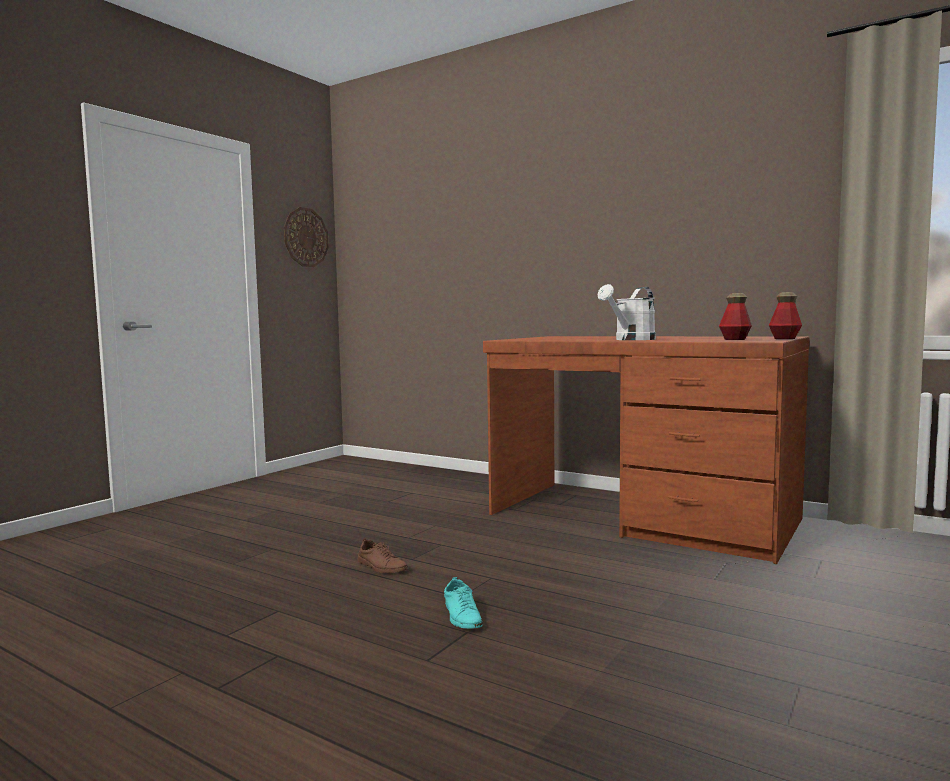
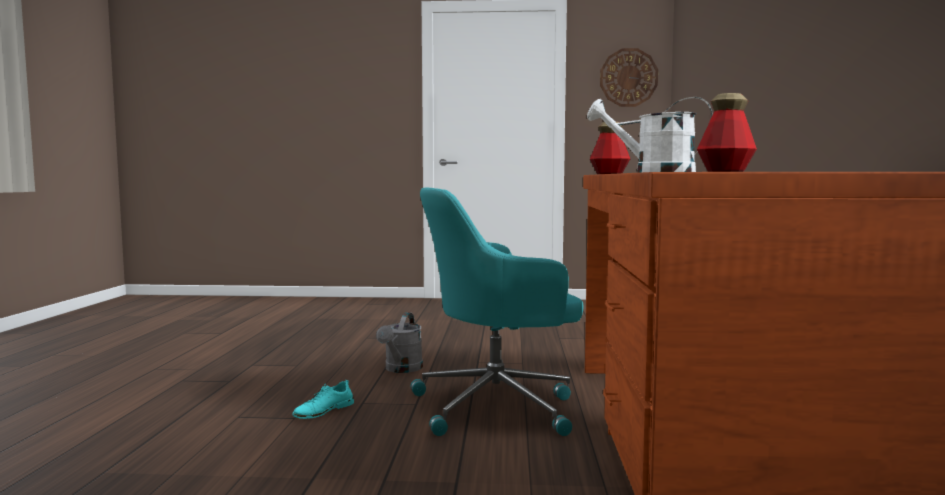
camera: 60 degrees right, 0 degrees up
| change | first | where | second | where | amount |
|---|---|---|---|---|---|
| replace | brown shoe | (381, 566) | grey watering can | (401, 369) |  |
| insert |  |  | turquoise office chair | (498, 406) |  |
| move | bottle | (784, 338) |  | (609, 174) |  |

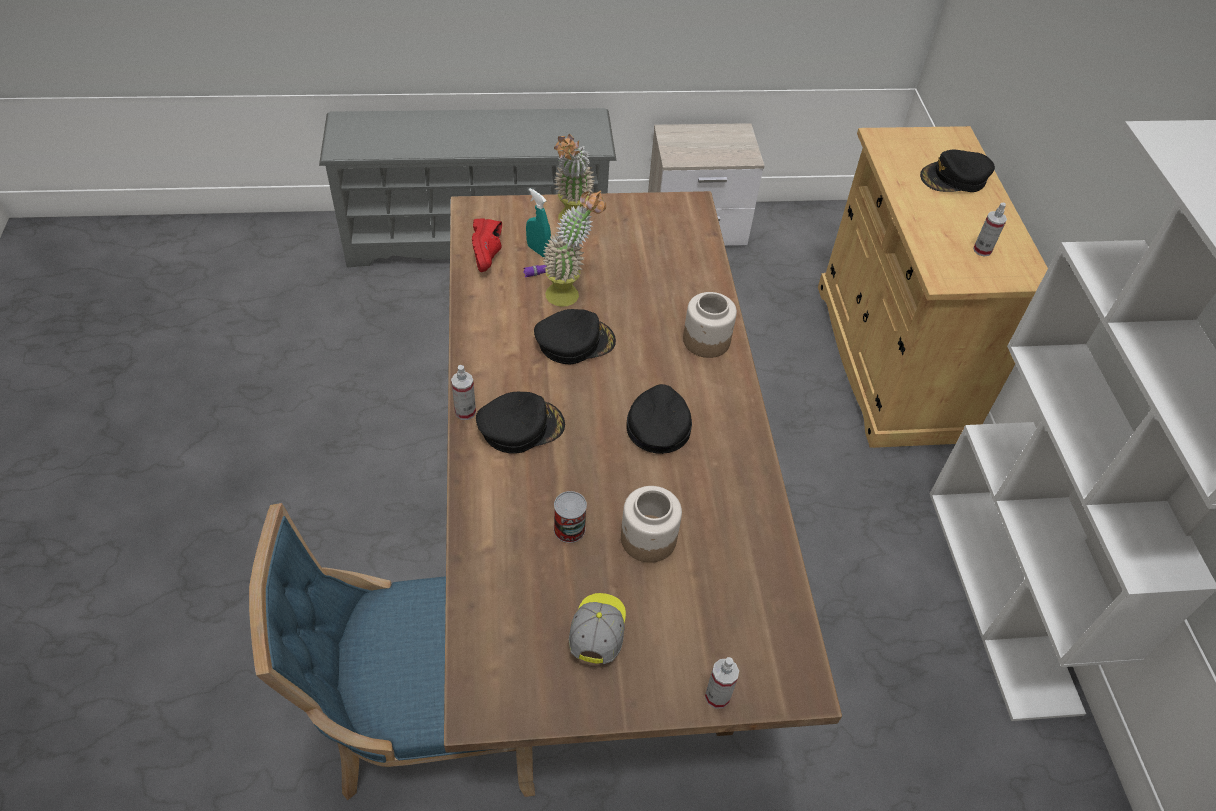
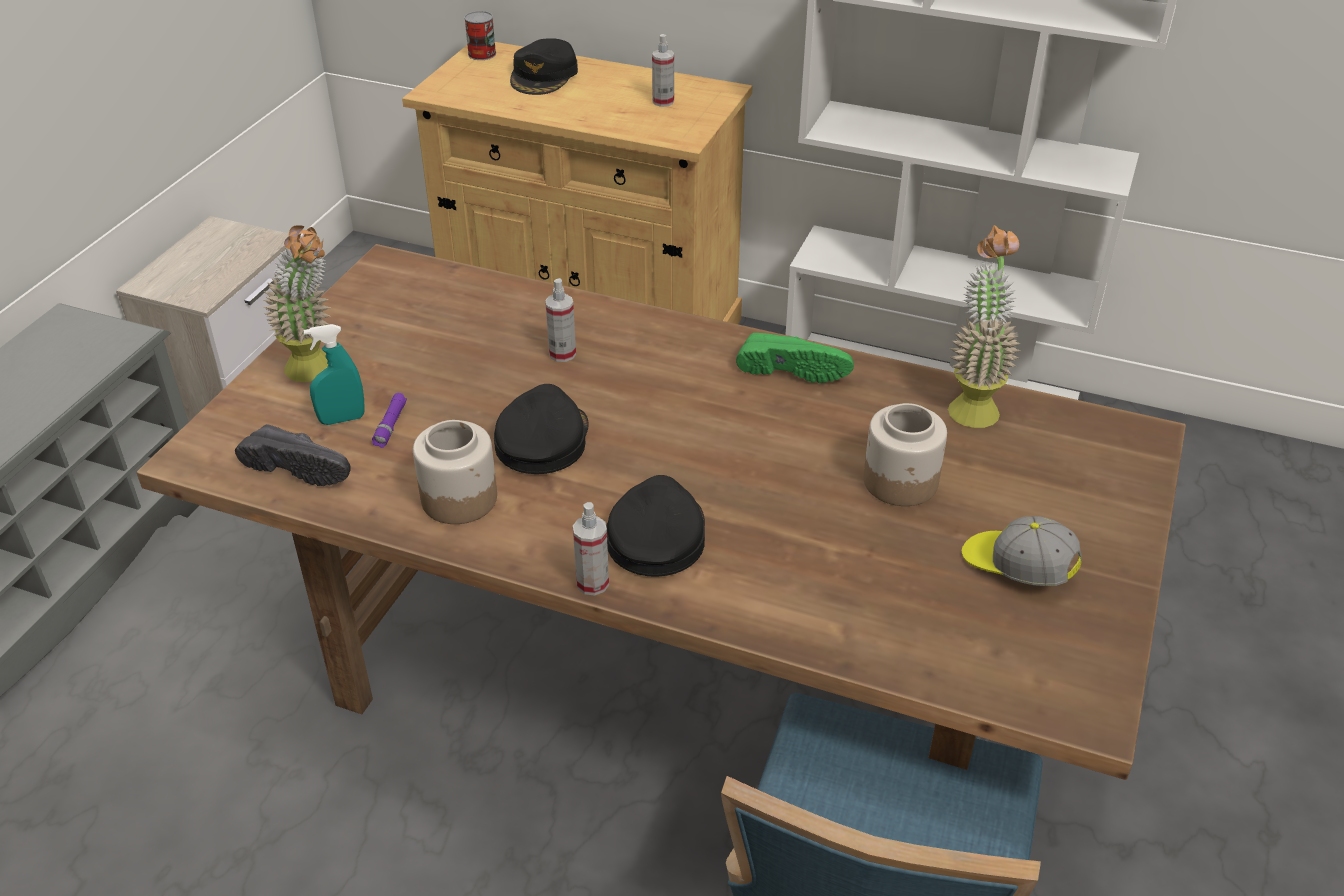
camera: 60 degrees left, 10 degrees down
| change | first | where | second | where | amount |
|---|---|---|---|---|---|
| recolor | red shoe | (490, 253) | black shoe | (302, 467) |  |
| move | jar | (707, 340) |  | (459, 498) |  |
| move | can | (569, 529) |  | (482, 54) |  |
| move | spray bottle | (717, 696) |  | (562, 354) |  |
| insert |  |  | green shoe | (793, 369) |  |
| move | potted plant | (570, 293) |  | (972, 403) |  |
| delete | black cap | (658, 423) |  |  |  |

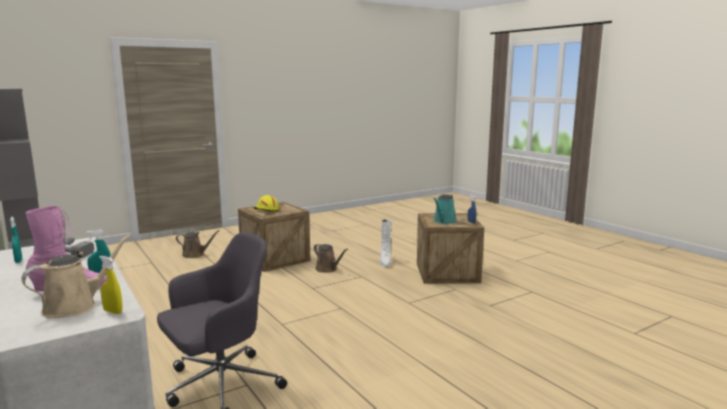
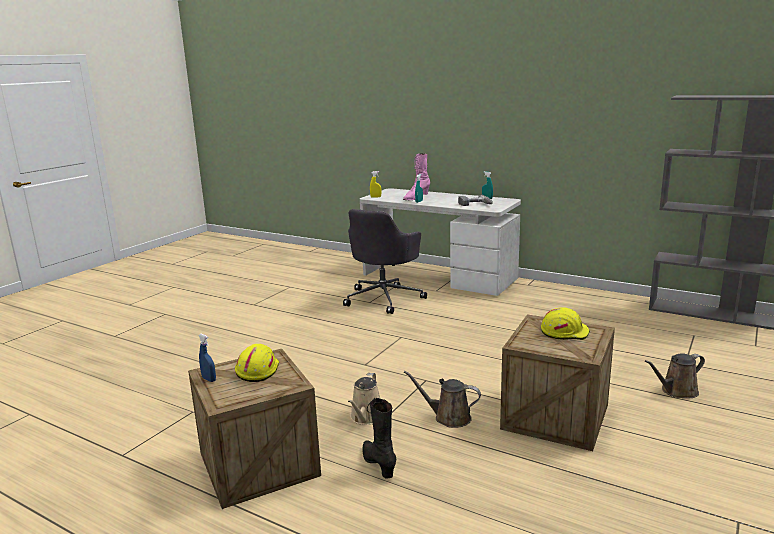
camera: 155 degrees right, 5 degrees up
| change | first | where | second | where | amount |
|---|---|---|---|---|---|
| replace | turquoise watering can | (444, 221) | yellow hard hat | (257, 371) |  |
| move | beige watering can | (75, 306) |  | (366, 417) |  |
| recolor | white boot | (385, 262) | black boot | (379, 464) |  |

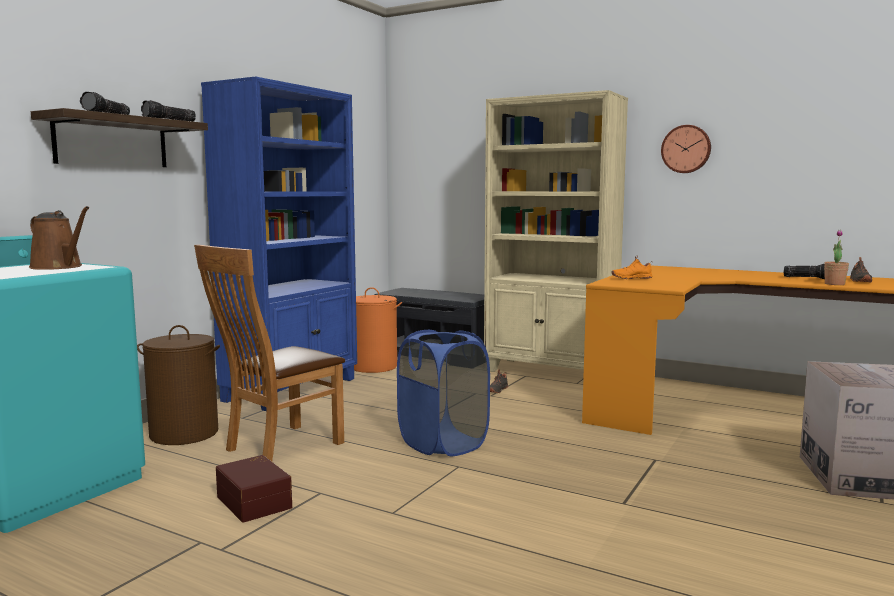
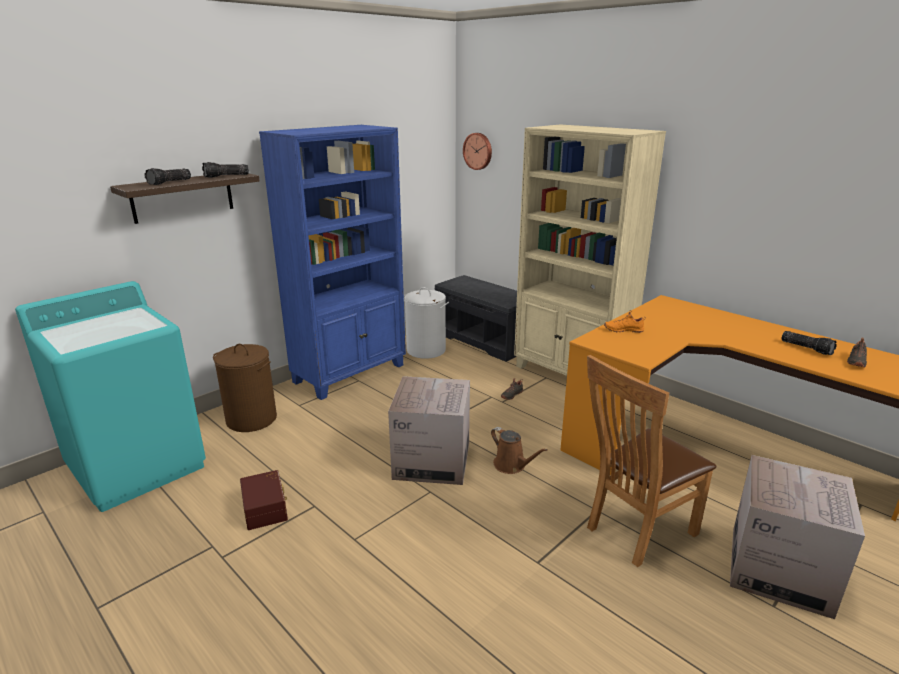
camera: 15 degrees right, 15 degrees up
| change | first | where | second | where | amount |
|---|---|---|---|---|---|
| replace | blue laundry basket | (443, 444) | cardboard box | (432, 461) |  |
| recolor | orange laundry basket | (374, 367) | white laundry basket | (426, 350) |  |
| move | wall clock | (686, 149) |  | (478, 151) |  |
| move | brown watering can | (59, 267) |  | (512, 465) |  |
| move | brown chair | (278, 447) |  | (635, 531) |  |
| delete | potted plant | (834, 284) |  |  |  |

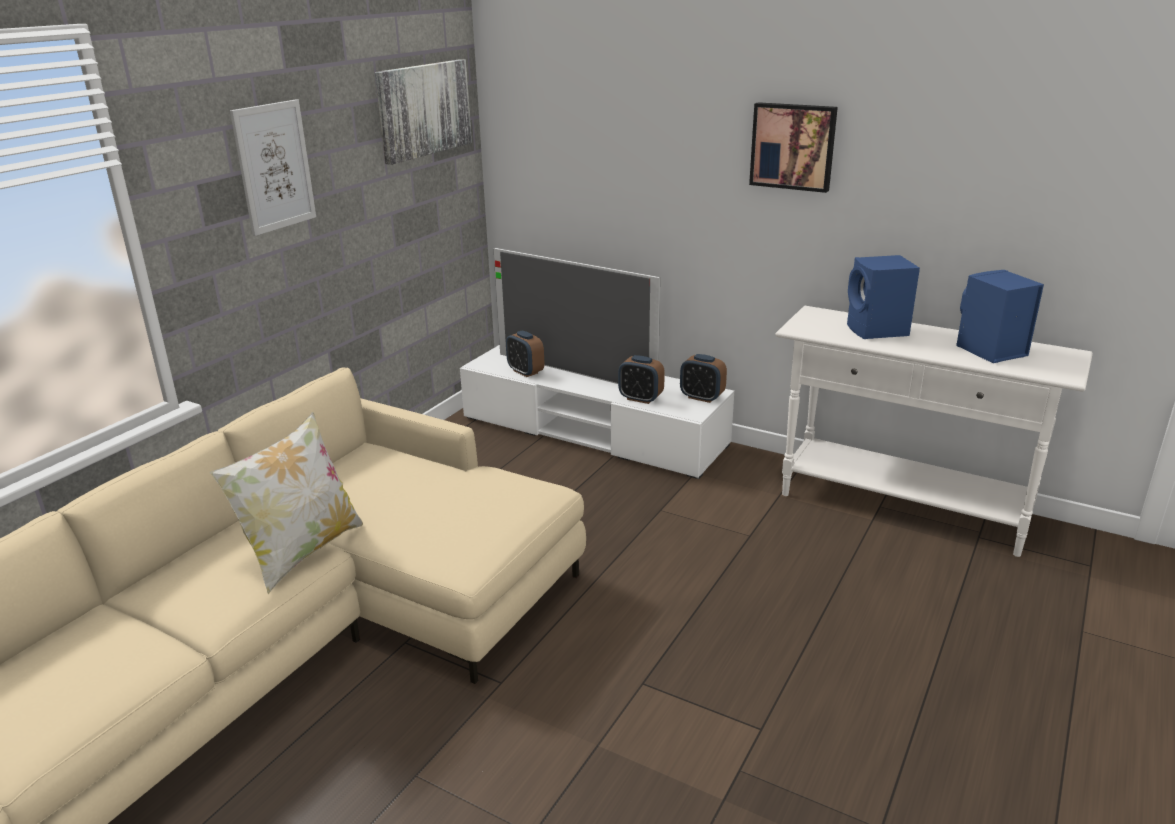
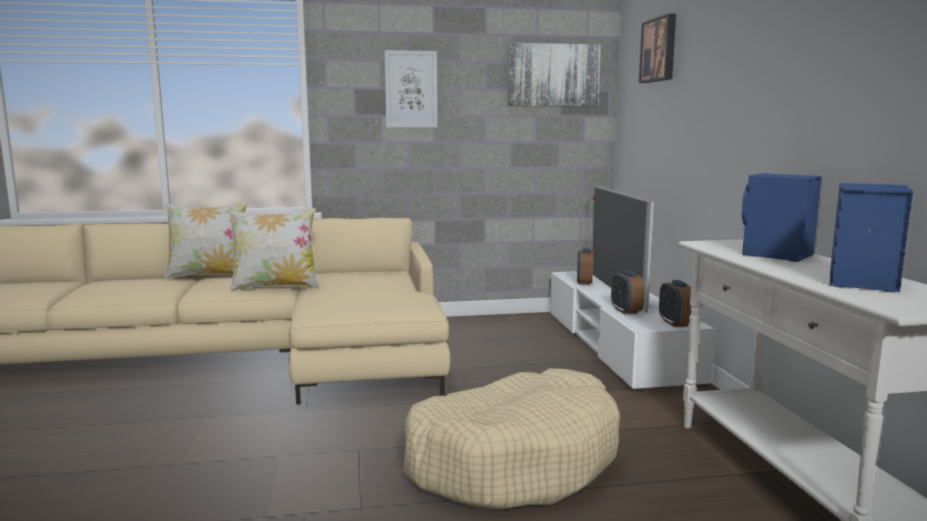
camera: 50 degrees right, 15 degrees down
| change | first | where | second | where | amount |
|---|---|---|---|---|---|
| insert |  |  | pillow | (209, 276) |  |
| insert |  |  | beige dog bed | (513, 460) |  |
| move | picture | (793, 146) |  | (659, 50) |  |

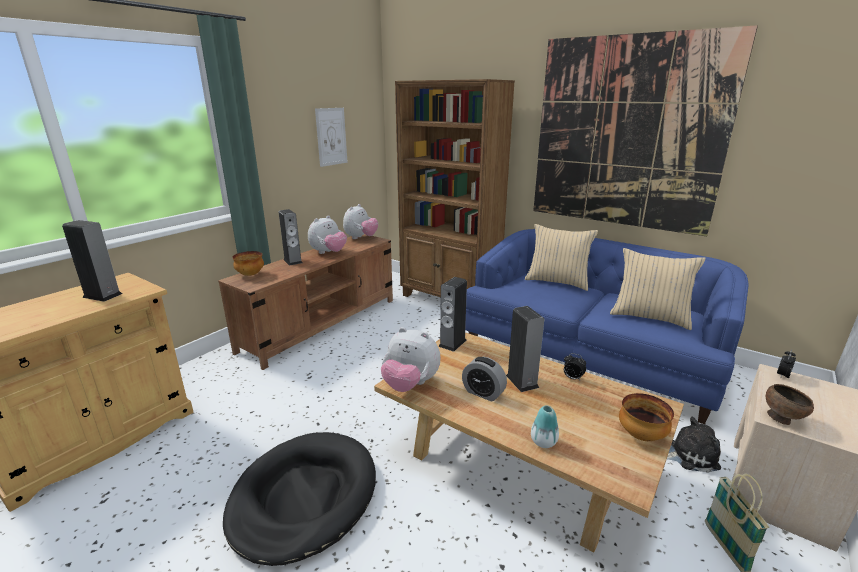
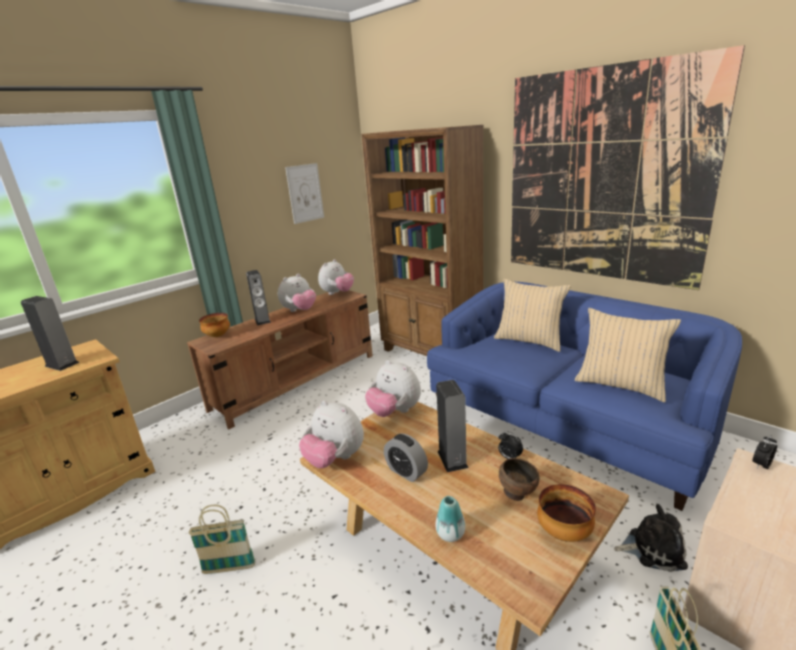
camera: 10 degrees right, 0 degrees up
| change | first | where | second | where | amount |
|---|---|---|---|---|---|
| replace | black dog bed | (303, 497) | basket | (229, 568) |  |
| replace | speaker | (452, 343) | plush toy | (395, 412) |  |
| move | brown bowl | (781, 419) |  | (517, 494) |  |

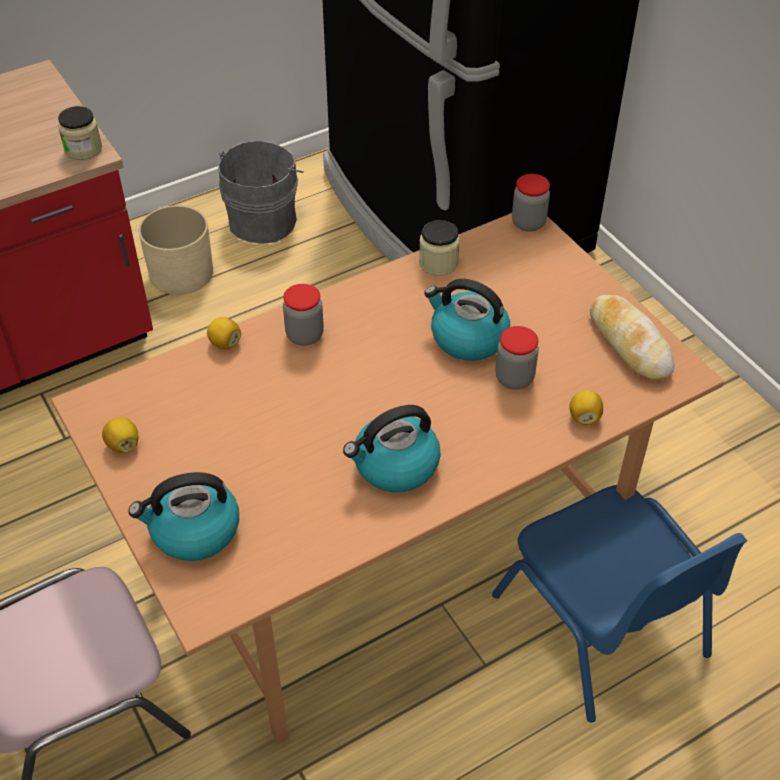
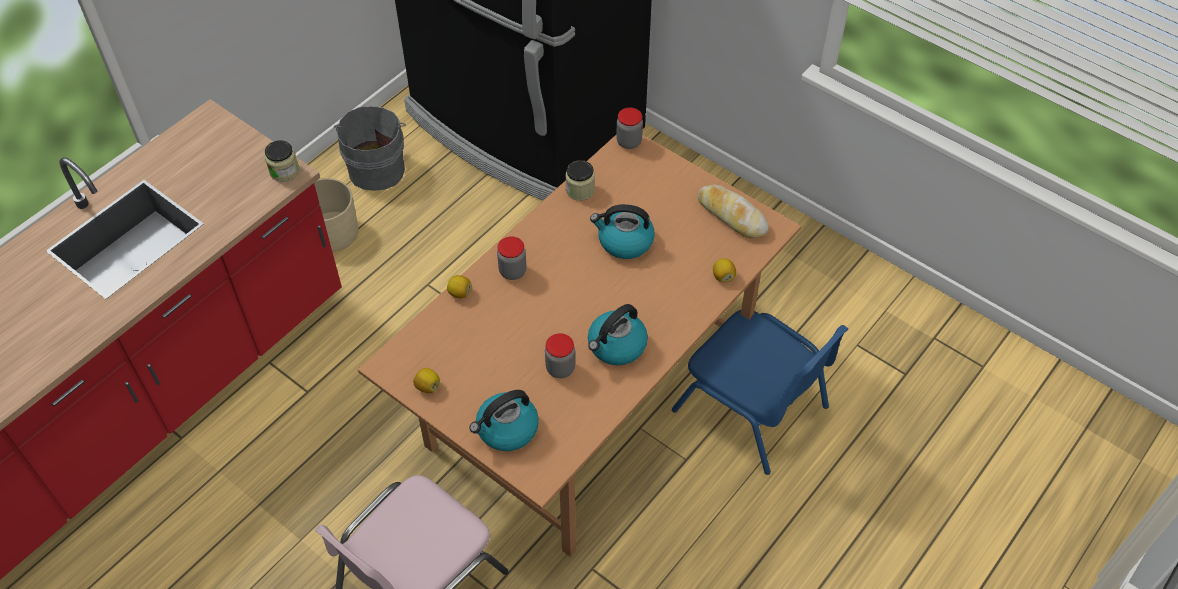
camera: 20 degrees left, 5 degrees up
| change | first | where | second | where | amount |
|---|---|---|---|---|---|
| move | jar | (514, 378) |  | (560, 368) |  |

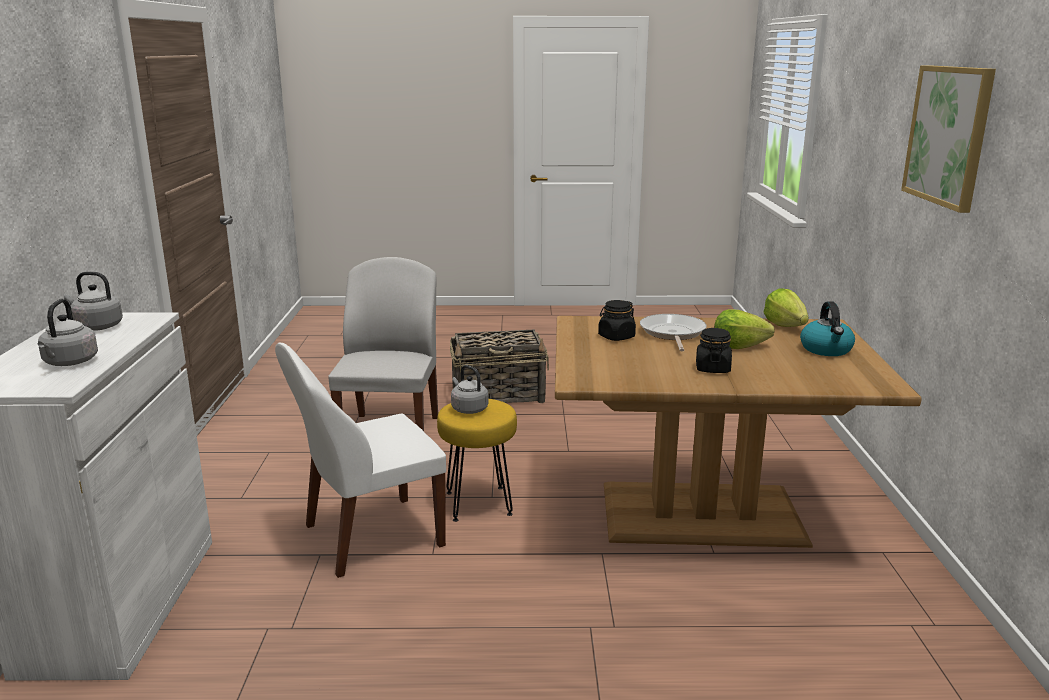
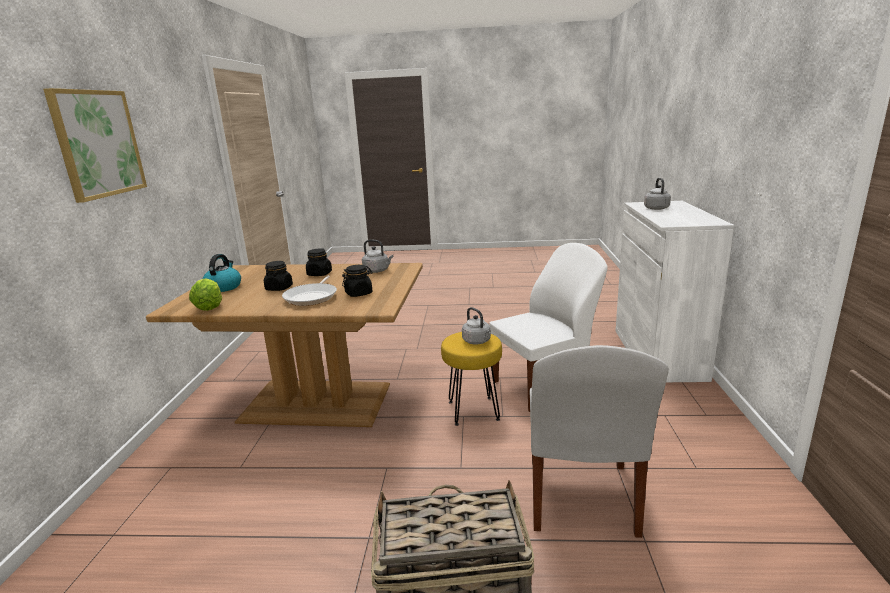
camera: 175 degrees left, 0 degrees up
| change | first | where | second | where | amount |
|---|---|---|---|---|---|
| replace | lettuce | (738, 346) | black jar | (279, 288) |  |
| move | grey kettle | (96, 327) |  | (377, 271) |  |

